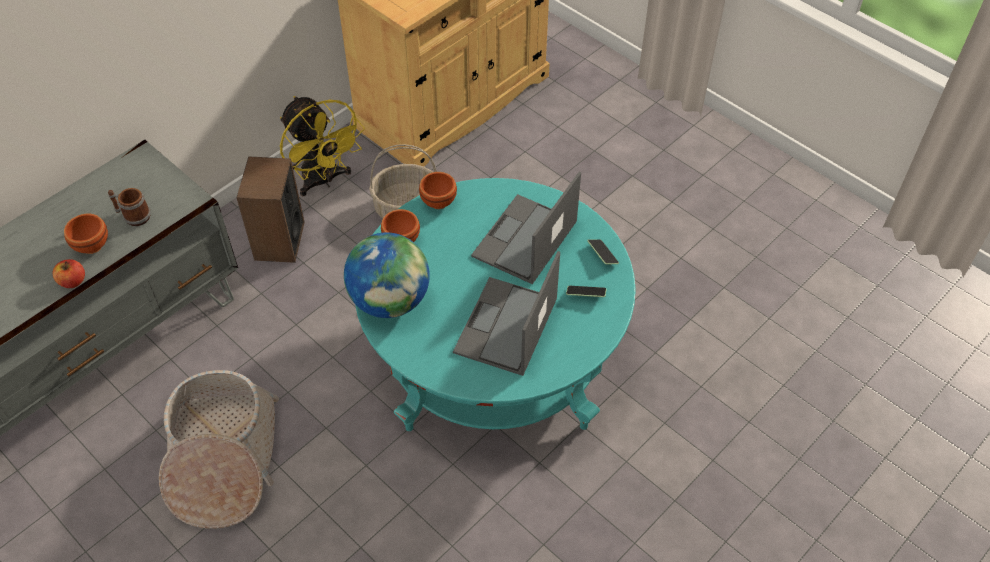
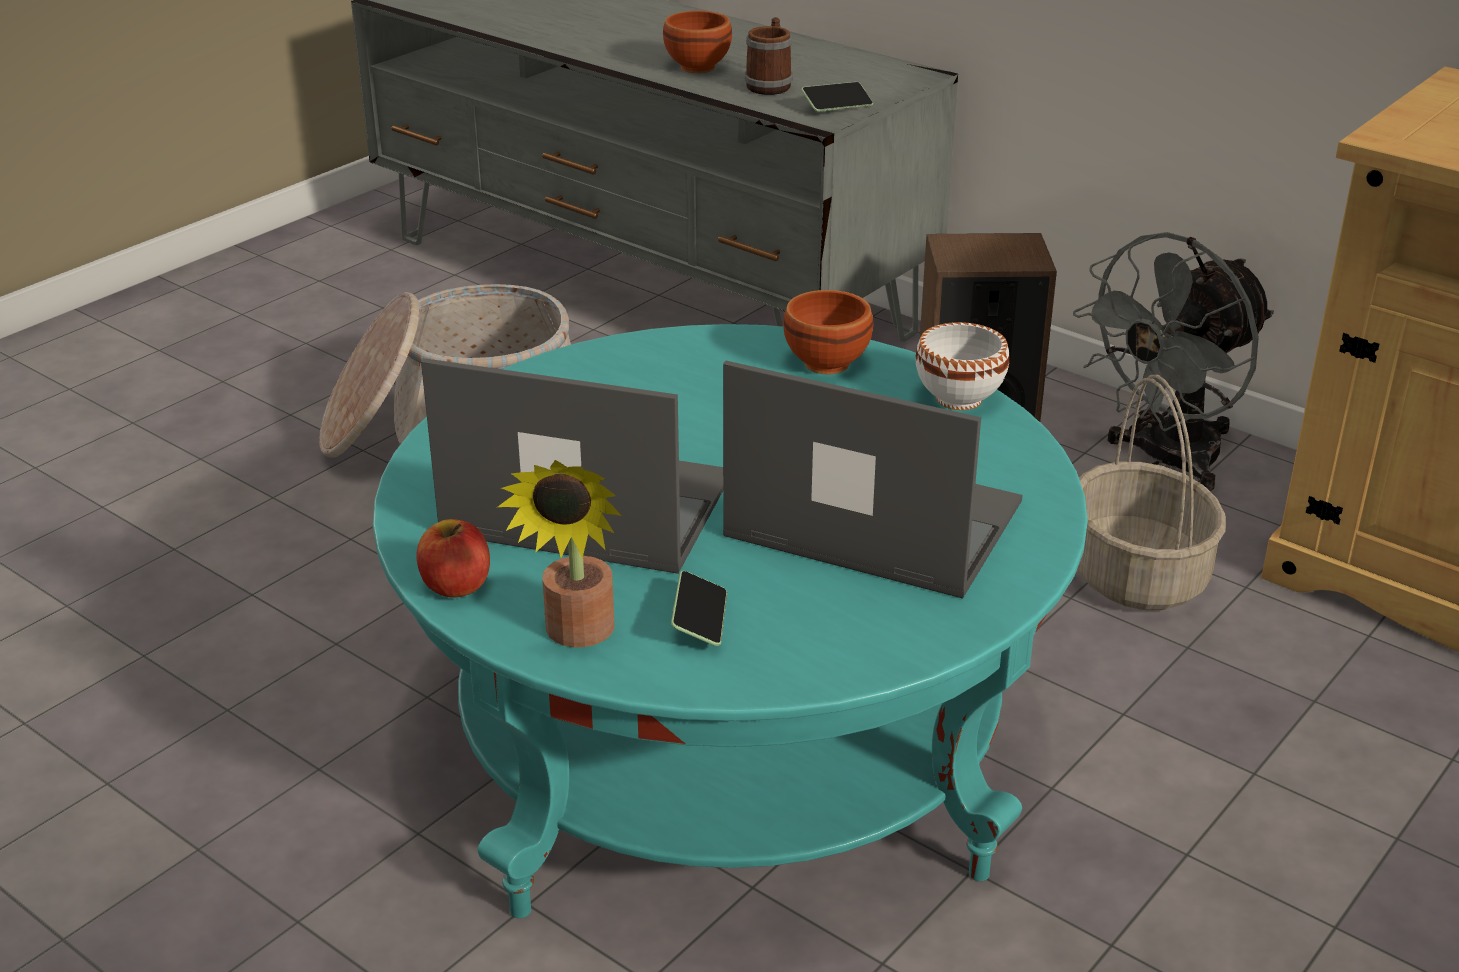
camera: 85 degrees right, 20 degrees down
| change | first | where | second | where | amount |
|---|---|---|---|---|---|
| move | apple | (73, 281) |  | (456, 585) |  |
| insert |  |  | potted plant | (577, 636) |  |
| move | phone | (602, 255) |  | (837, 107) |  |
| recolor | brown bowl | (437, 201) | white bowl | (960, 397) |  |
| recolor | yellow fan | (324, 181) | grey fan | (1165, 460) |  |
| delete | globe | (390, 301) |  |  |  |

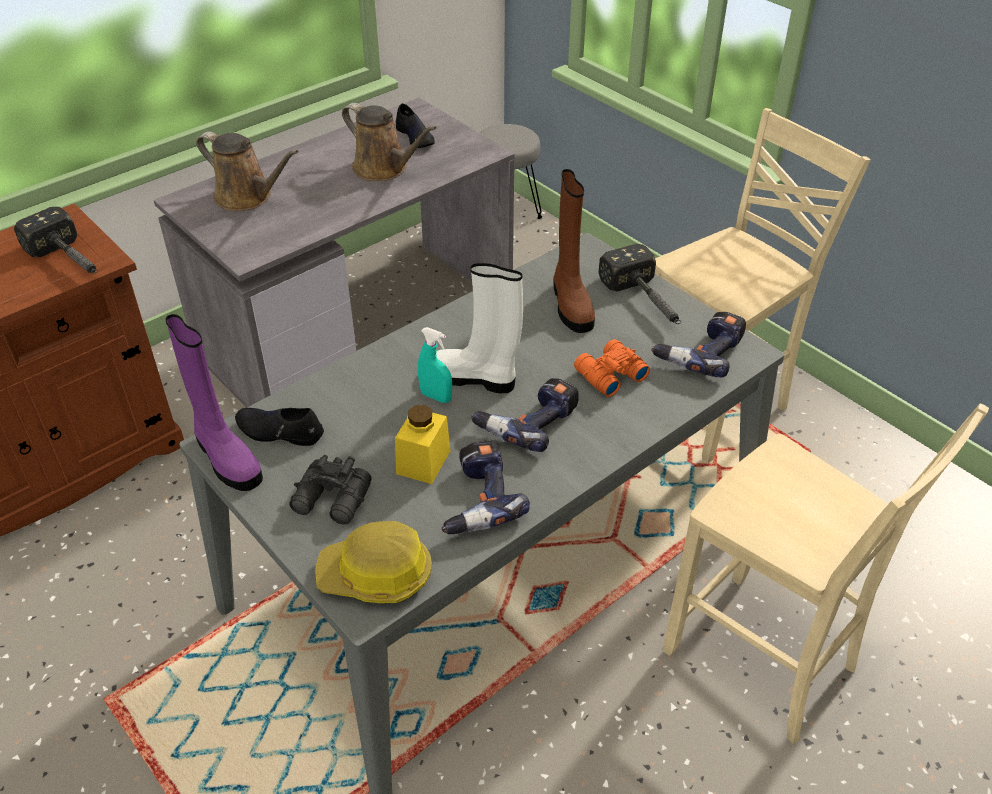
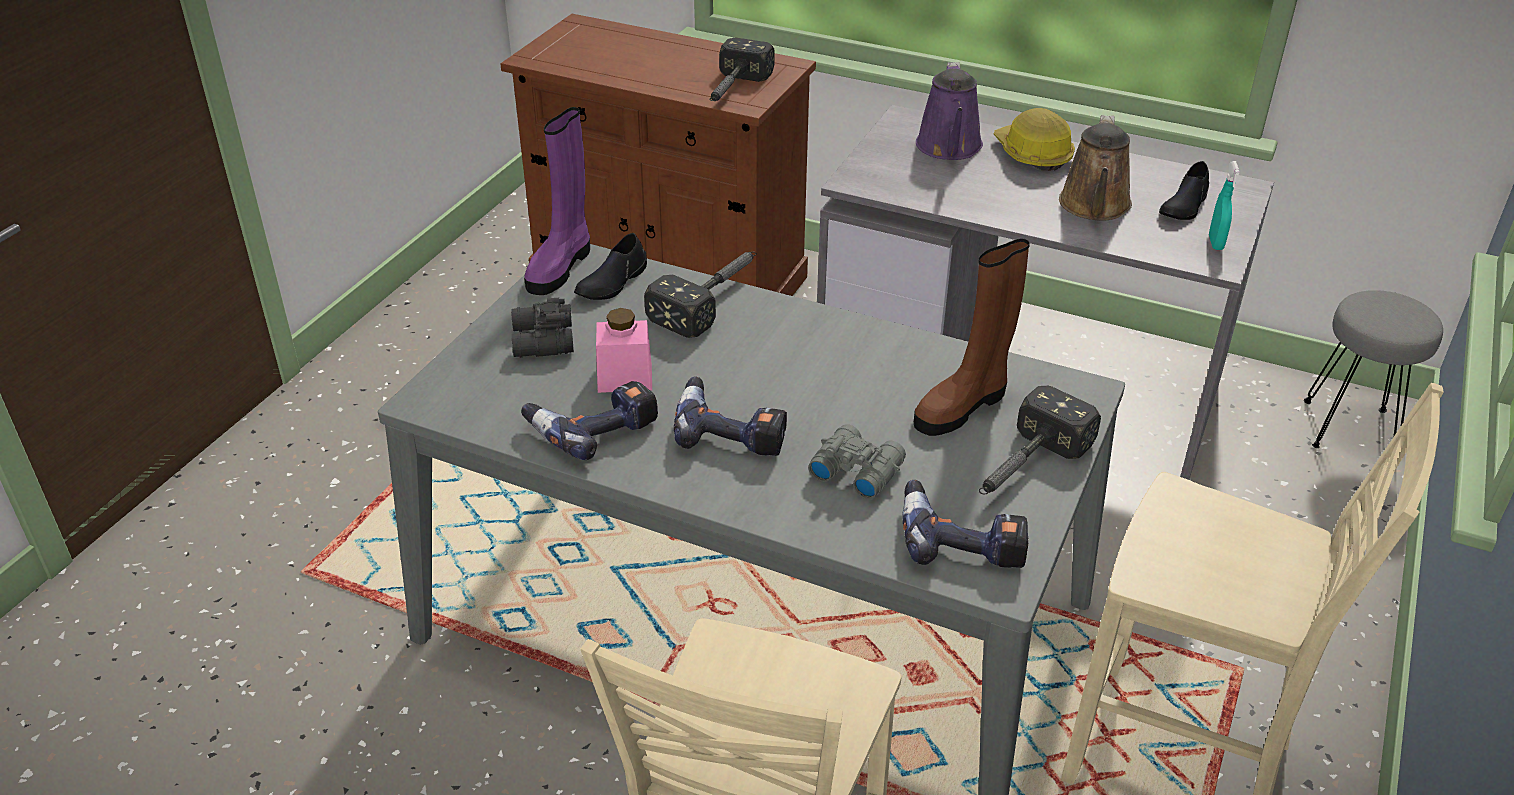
camera: 65 degrees right, 5 degrees down
| change | first | where | second | where | amount |
|---|---|---|---|---|---|
| rotate | black shoe | (279, 431) |  | (612, 282) | 135 degrees counterclockwise |
| recolor | yellow jar | (423, 462) | pink jar | (625, 378) |  |
| insert |  |  | hammer | (713, 298) |  |
| recolor | orange binoculars | (608, 375) | grey binoculars | (856, 469) |  |
| recolor | brown watering can | (247, 197) | purple watering can | (949, 148) |  |
| move | hard hat | (376, 575) |  | (1032, 154) |  |
| move | turquoise spray bottle | (436, 397) |  | (1215, 243) |  |
| delete | white boot | (474, 378) |  |  |  |

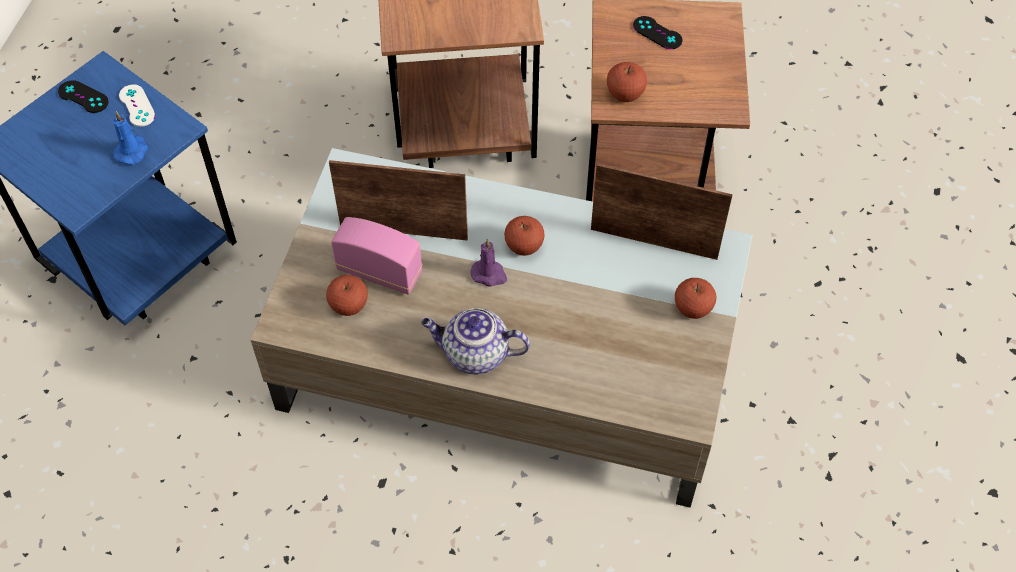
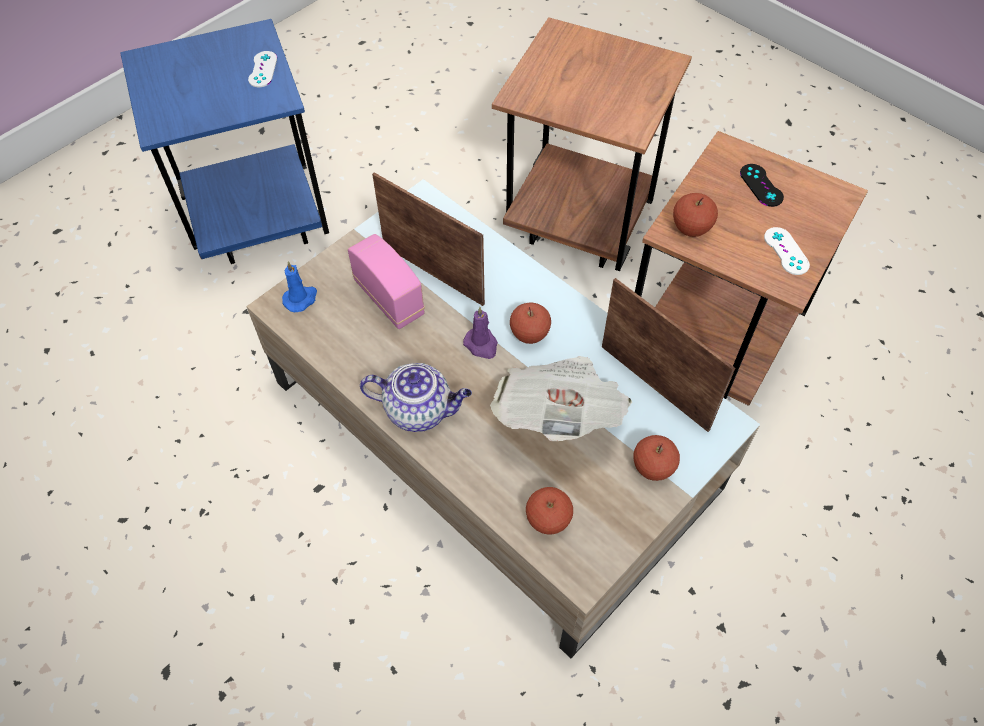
camera: 30 degrees right, 0 degrees up
| change | first | where | second | where | amount |
|---|---|---|---|---|---|
| move | blue candle | (132, 150) |  | (301, 299) |  |
| rotate | teapot | (474, 354) |  | (420, 410) | 150 degrees clockwise |
| insert |  |  | newspaper | (559, 414) |  |
| move | apple | (349, 306) |  | (548, 520) |  |
| insert |  |  | white game controller | (786, 251) |  |
| delete | black game controller | (83, 97) |  |  |  |

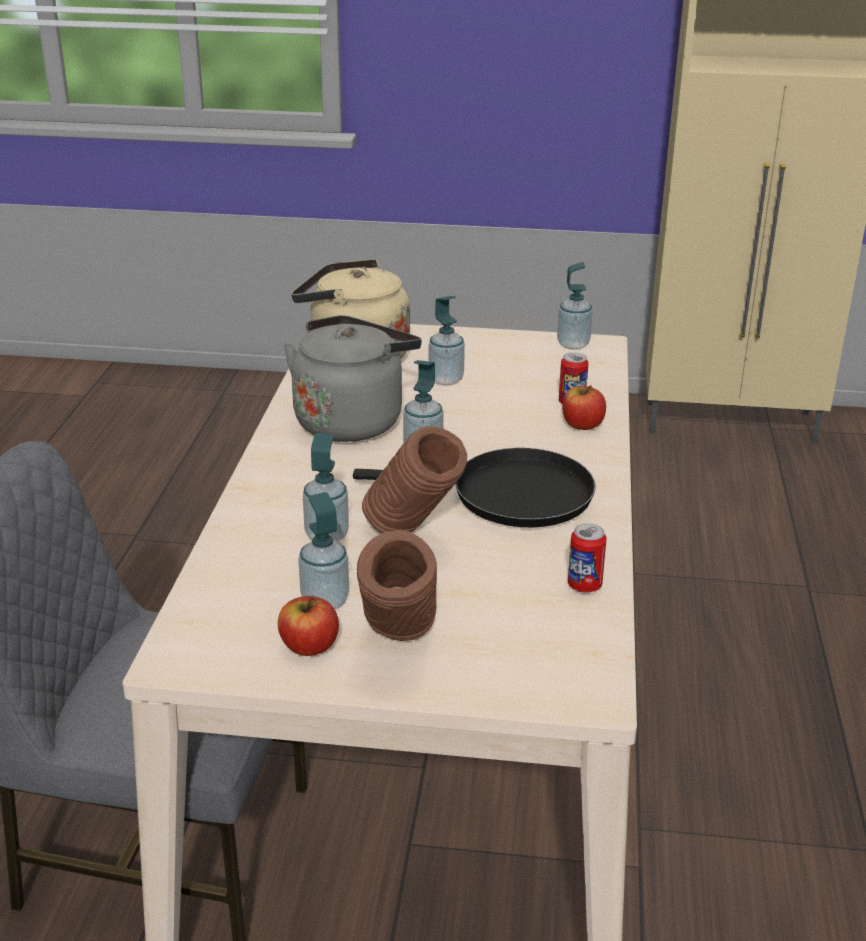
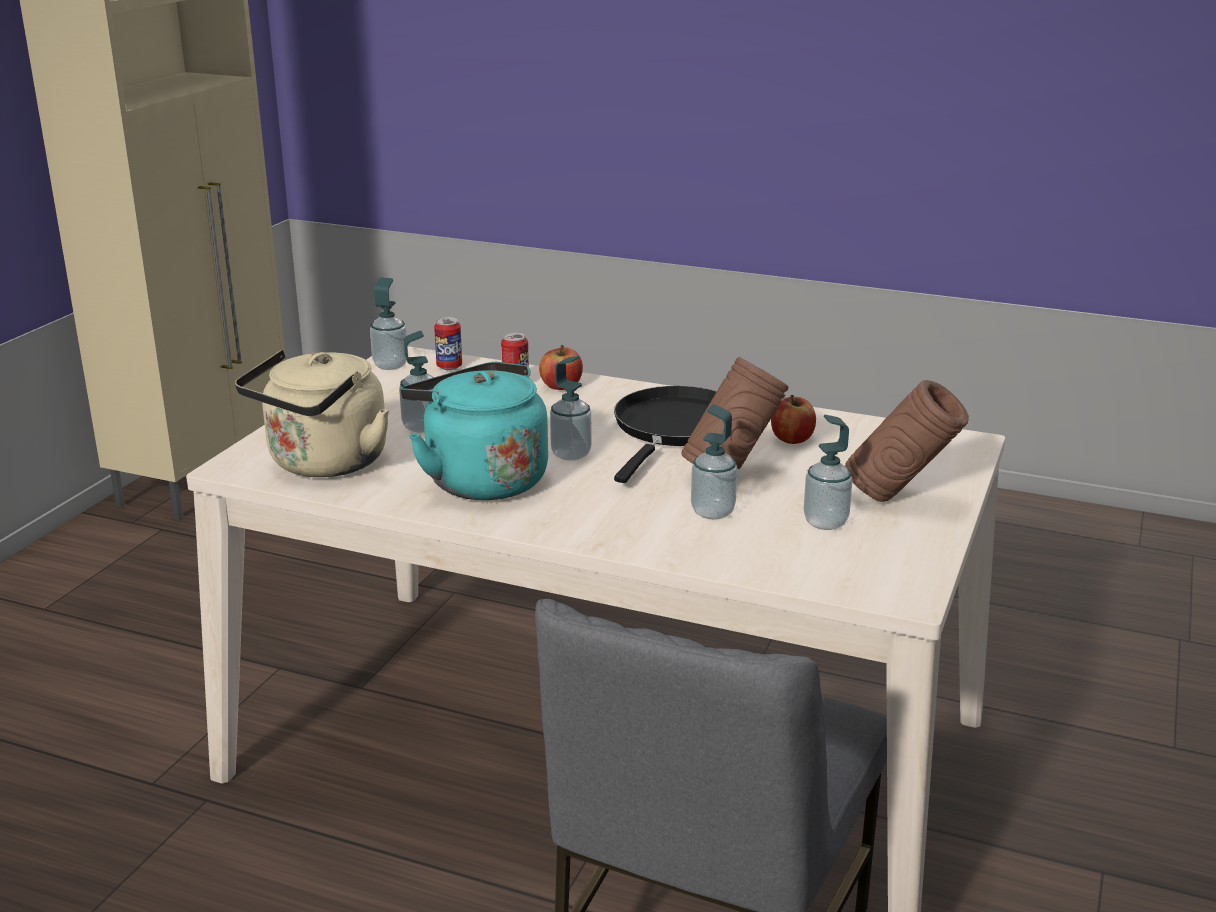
camera: 75 degrees left, 5 degrees down
| change | first | where | second | where | amount |
|---|---|---|---|---|---|
| recolor | grey kettle | (352, 420) | turquoise kettle | (481, 479) |  |
| move | can | (584, 585) |  | (449, 367) |  |
| move | apple | (309, 646) |  | (792, 439) |  |

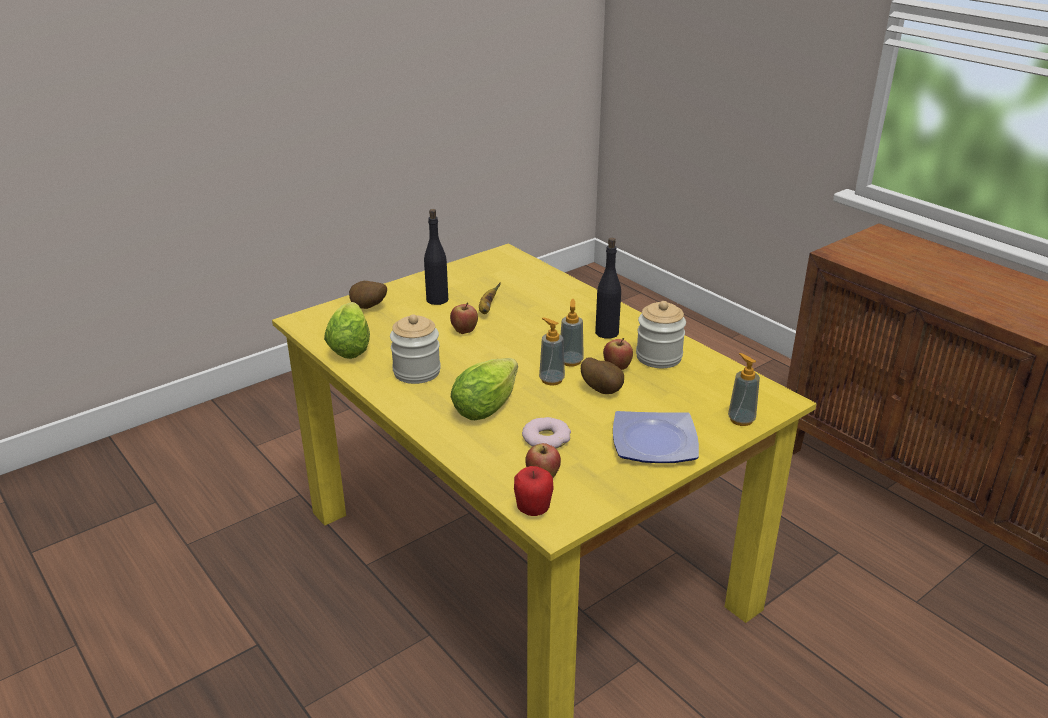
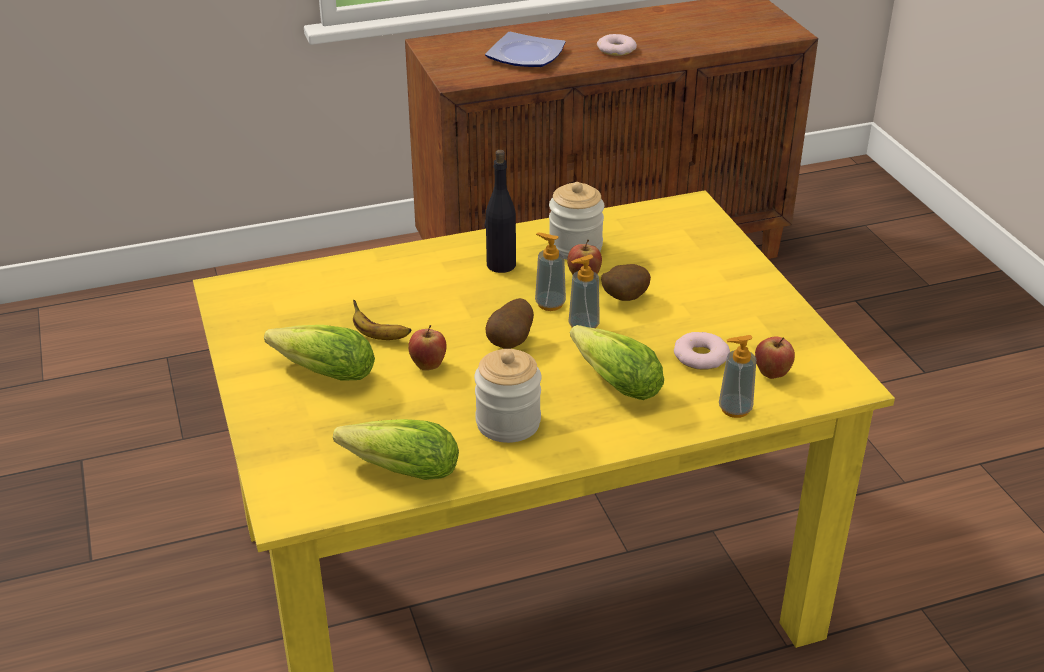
camera: 70 degrees left, 5 degrees up
| change | first | where | second | where | amount |
|---|---|---|---|---|---|
| replace | black bottle | (437, 299) | lettuce | (319, 371) |  |
| move | plate | (656, 441) |  | (524, 55) |  |
| move | potato | (368, 308) |  | (511, 342) |  |
| insert |  |  | donut | (616, 49) |  |
| move | soap dispenser | (741, 419) |  | (735, 409) |  |
| delete | apple | (533, 510) |  |  |  |

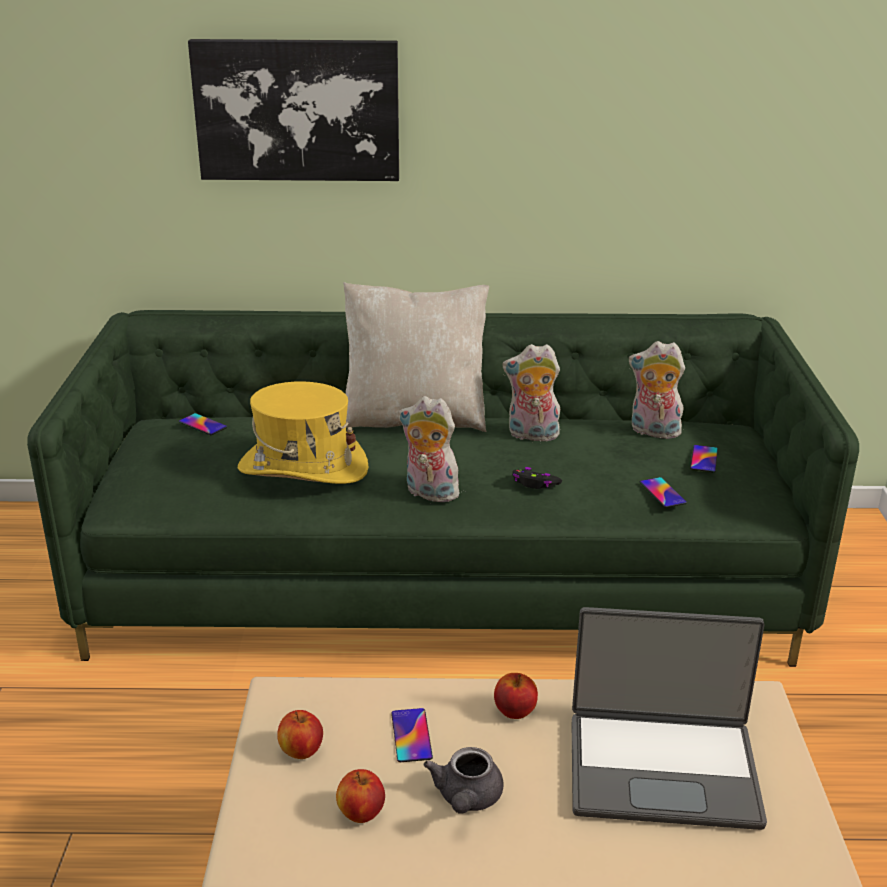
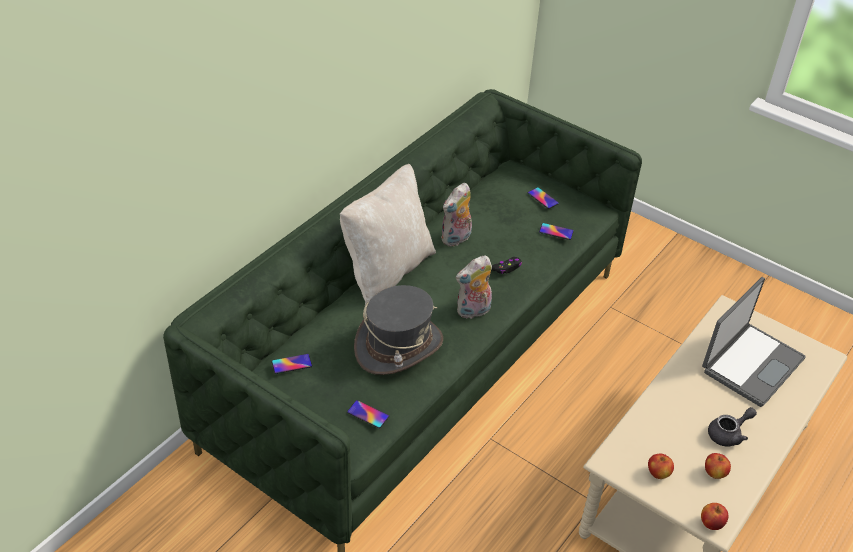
camera: 55 degrees left, 15 degrees up
| change | first | where | second | where | amount |
|---|---|---|---|---|---|
| move | phone | (411, 735) |  | (368, 414) |  |
| recolor | yellow hat | (302, 468) | grey hat | (398, 346) |  |
| move | apple | (514, 711) |  | (711, 523) |  |
| rotate | grey teapot | (466, 799) |  | (728, 434) | 75 degrees counterclockwise |
| delete | picture | (297, 110) |  |  |  |
| delete | plush toy | (653, 432) |  |  |  |

